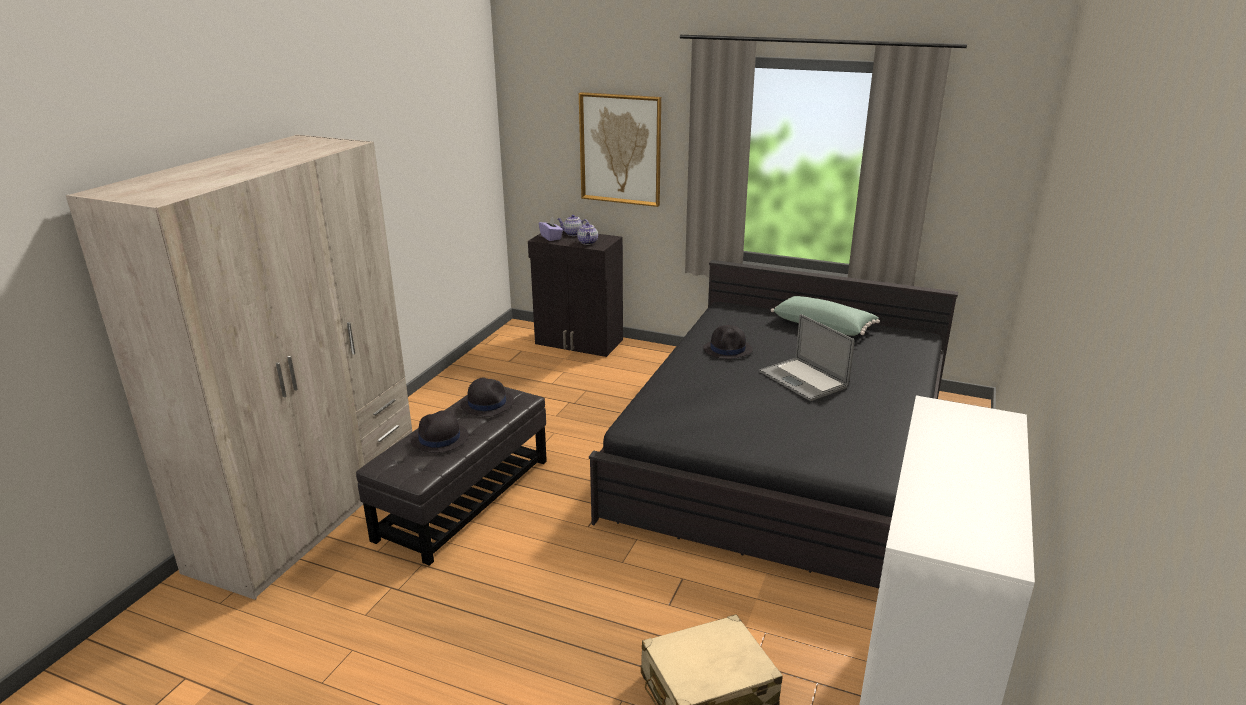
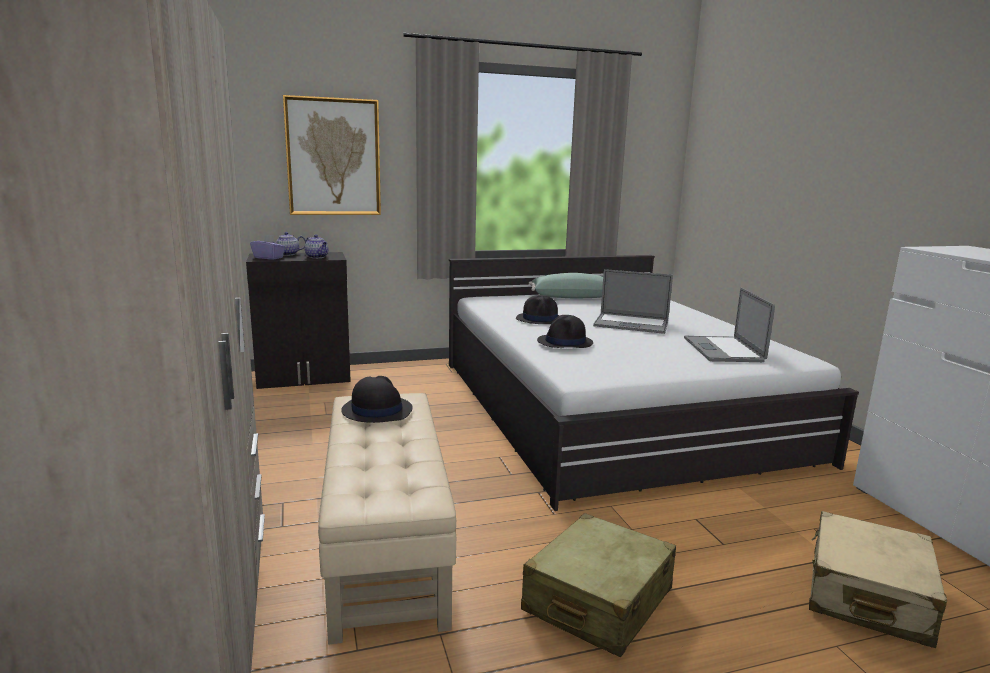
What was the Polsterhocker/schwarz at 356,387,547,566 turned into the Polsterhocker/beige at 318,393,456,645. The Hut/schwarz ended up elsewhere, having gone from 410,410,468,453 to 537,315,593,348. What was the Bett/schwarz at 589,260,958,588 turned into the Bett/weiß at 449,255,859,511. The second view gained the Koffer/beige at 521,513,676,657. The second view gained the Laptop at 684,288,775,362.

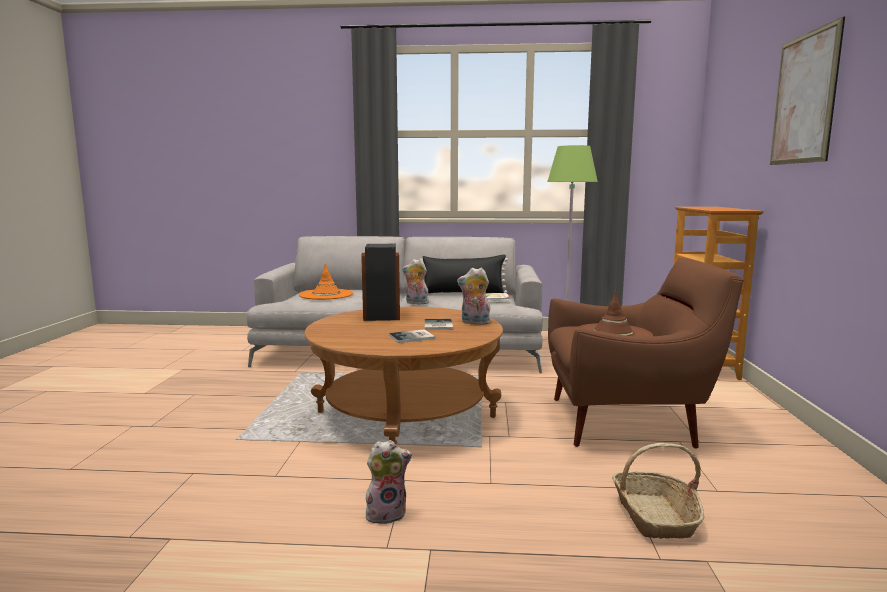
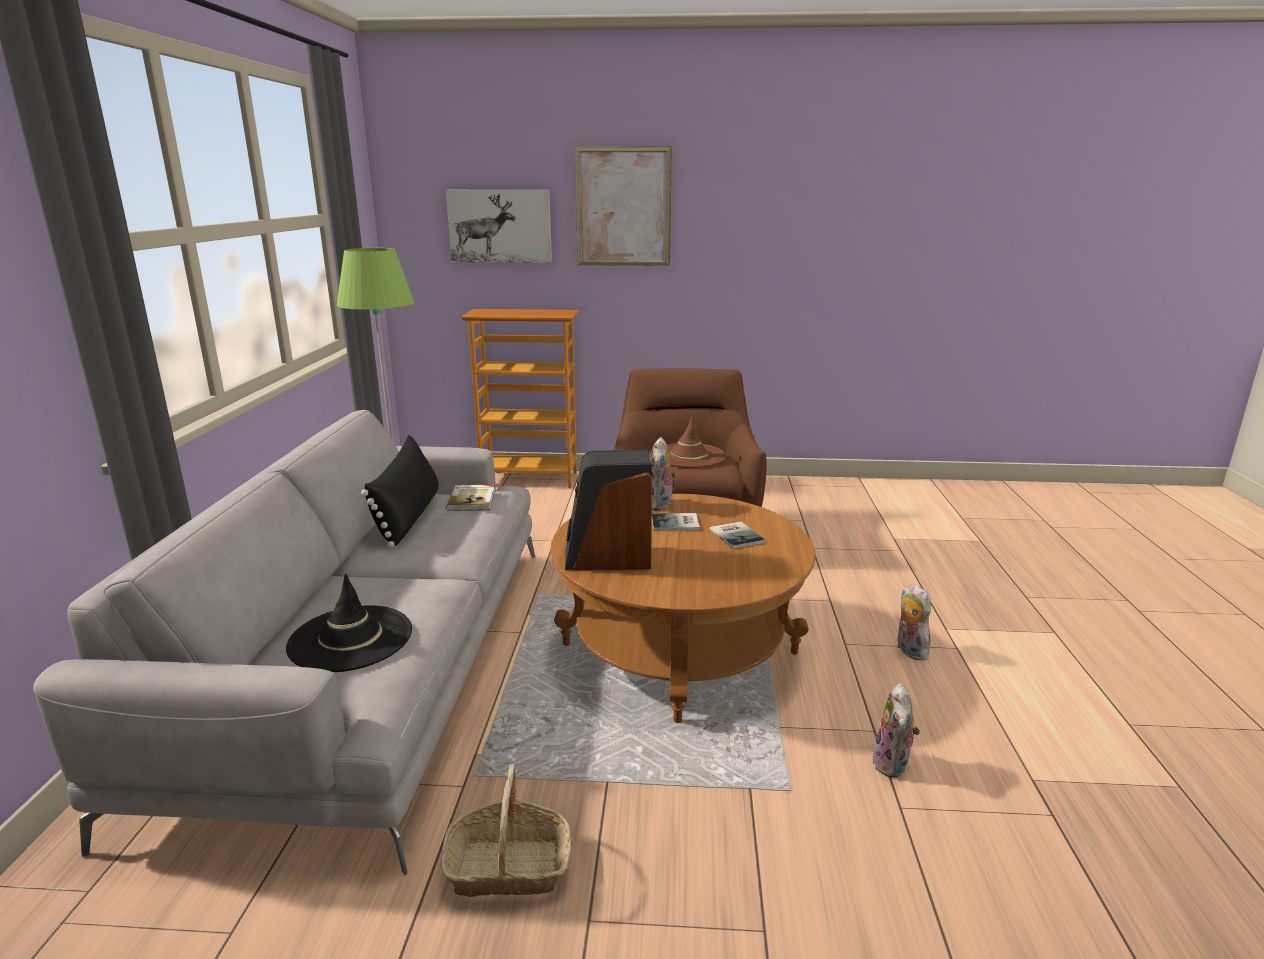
What was the Hut/orange at 299,263,353,300 turned into the Hut/schwarz at 286,573,412,672. The Plüschtier ended up elsewhere, having gone from 402,259,429,304 to 872,683,920,778. The Korb ended up elsewhere, having gone from 612,443,704,539 to 441,764,572,897. The second view gained the Bild at 446,190,552,263.

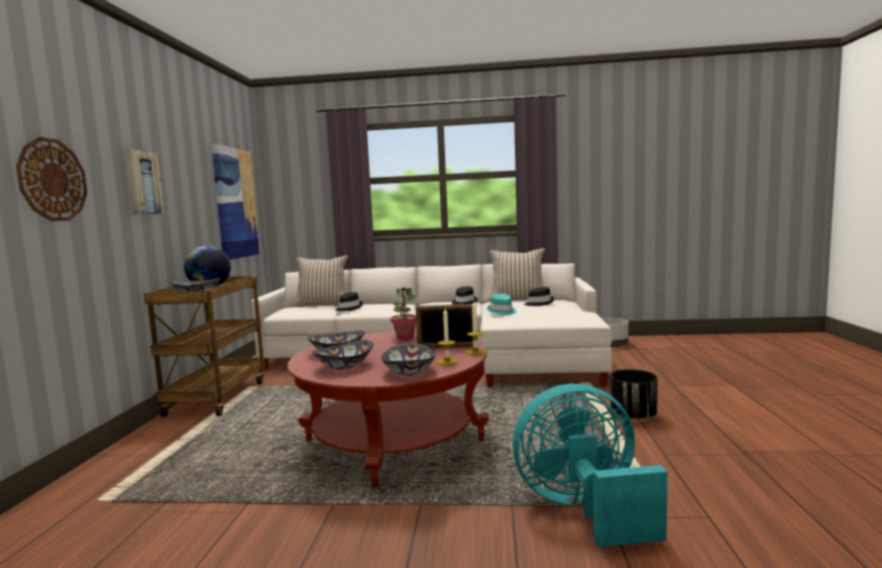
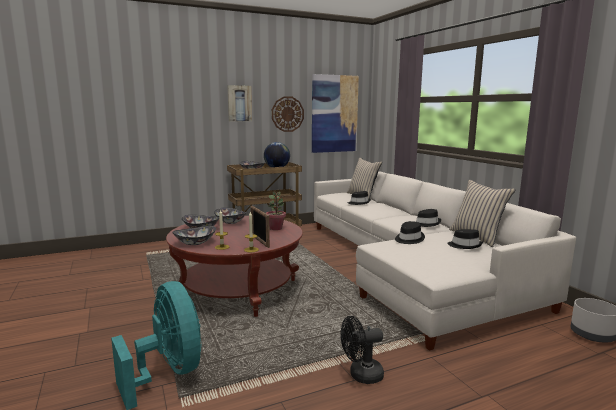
The Wanduhr ended up elsewhere, having gone from 16,137,87,221 to 272,96,304,132. What was the Hut/türkis at 487,293,517,315 turned into the Hut/schwarz at 395,221,425,244. Where the Pflanzkübel/schwarz stood at 611,369,658,420, the Ventilator/schwarz came to stand at 340,316,384,384.

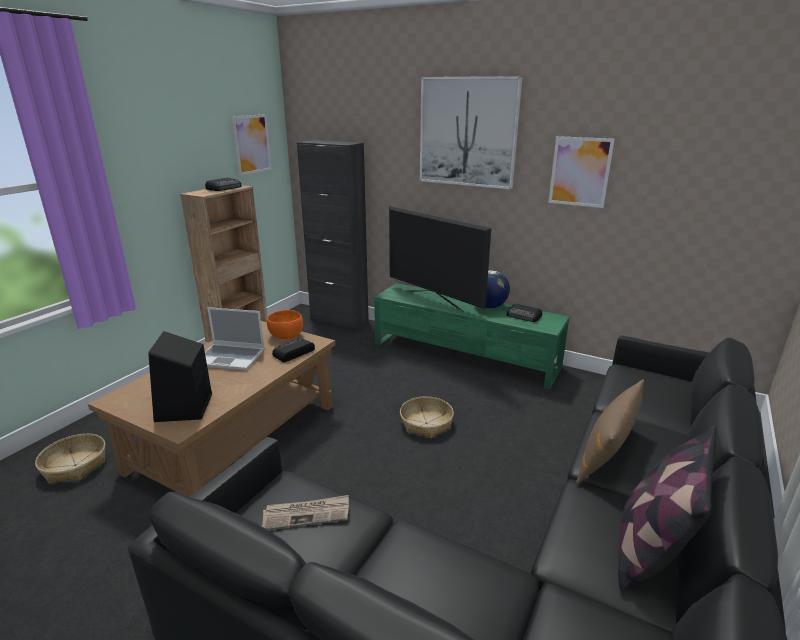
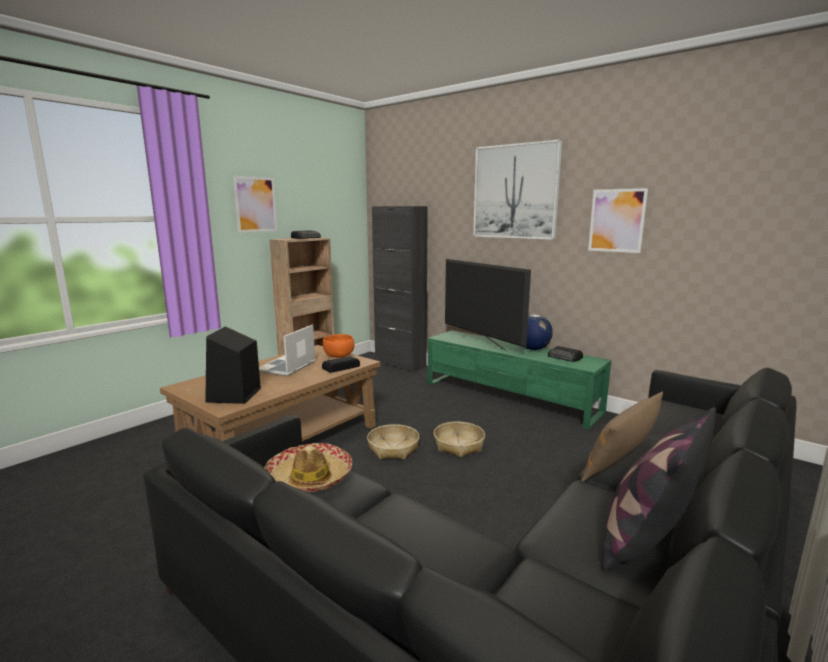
The Korb ended up elsewhere, having gone from 35,434,105,483 to 367,424,419,459. The Laptop at 205,307,265,371 ended up facing another way, 90 degrees clockwise from before. The Bild ended up elsewhere, having gone from 232,114,272,175 to 233,176,277,232. Where the Zeitung stood at 262,495,349,530, the Hut came to stand at 264,443,352,492.

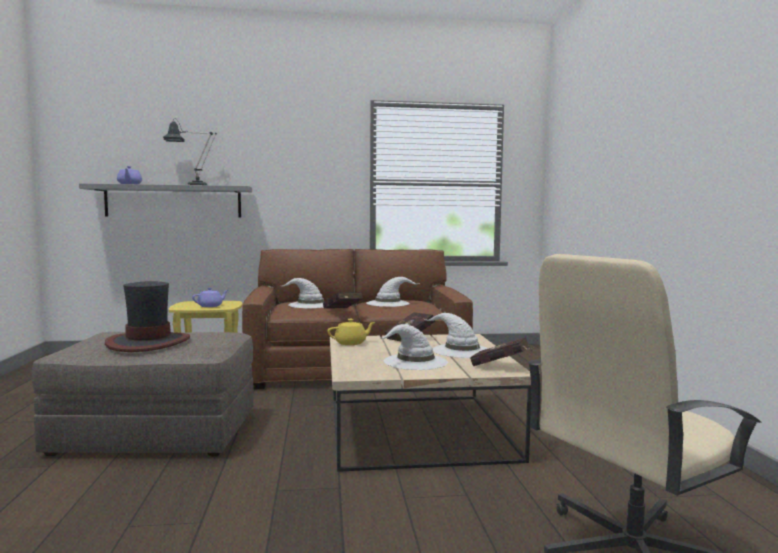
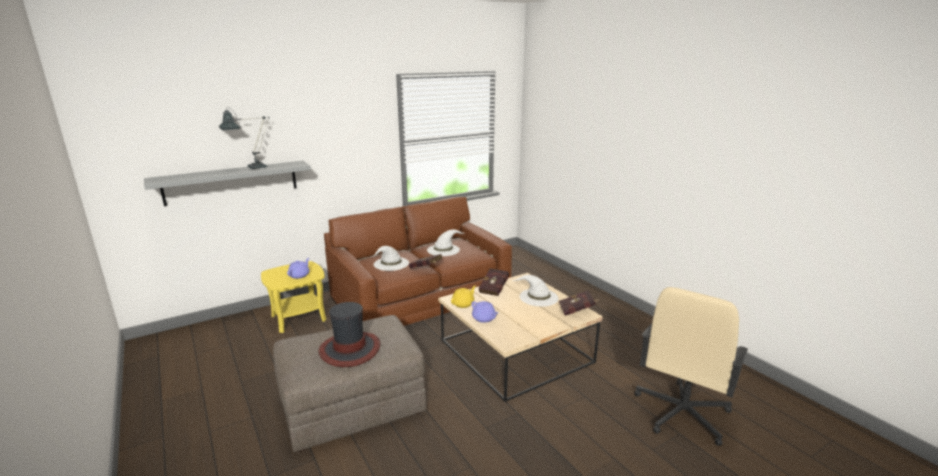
The Teekanne/lila ended up elsewhere, having gone from 117,166,142,184 to 471,301,498,323. The second view lost the Hut/weiß at 379,324,448,370.

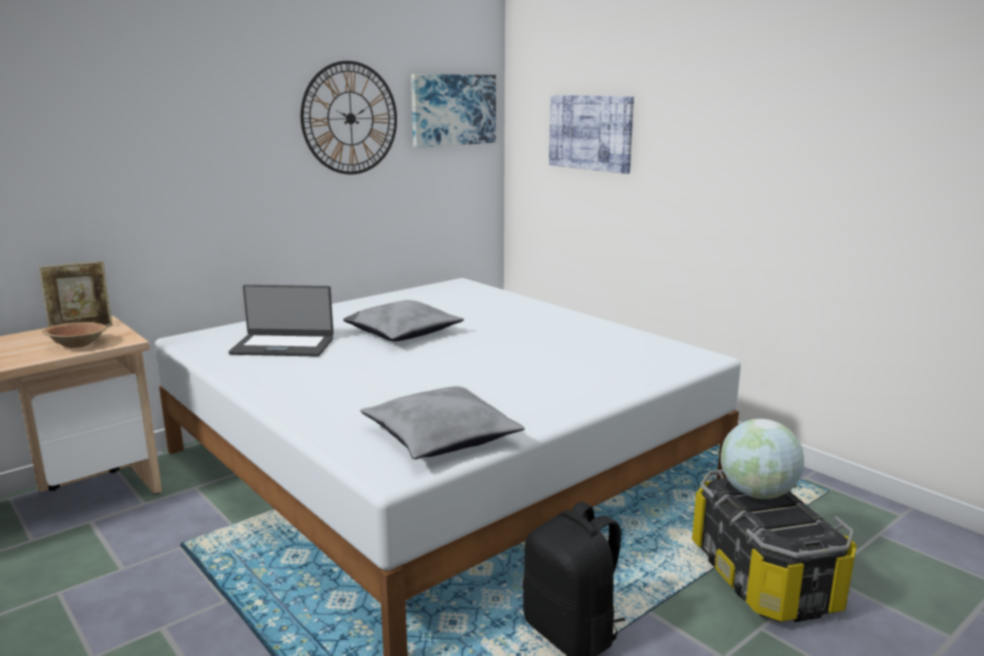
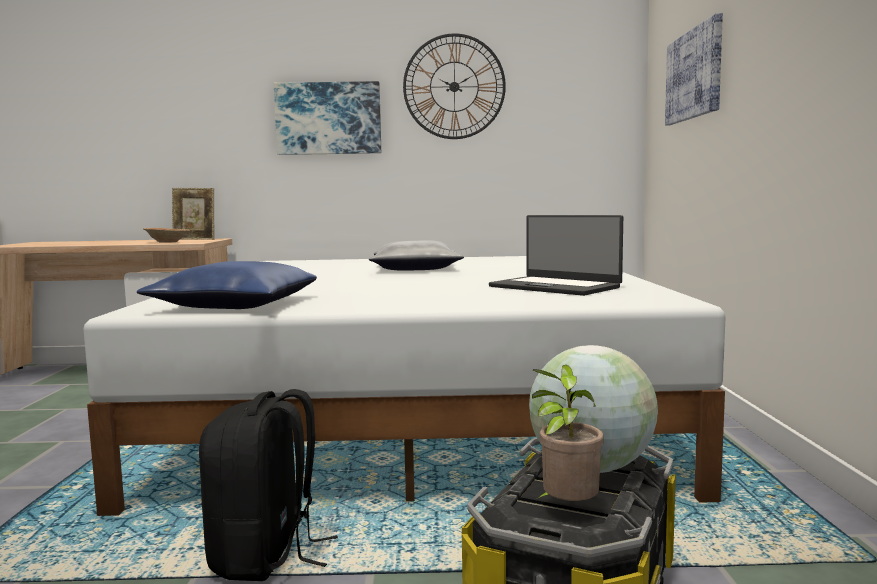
The Laptop ended up elsewhere, having gone from 229,285,334,357 to 489,215,623,296. What was the Kissen/grau at 360,386,525,459 turned into the Kissen/blau at 136,261,317,309. The Bild ended up elsewhere, having gone from 411,74,496,148 to 274,81,381,155. The second view gained the Topfpflanze at 532,365,604,501.

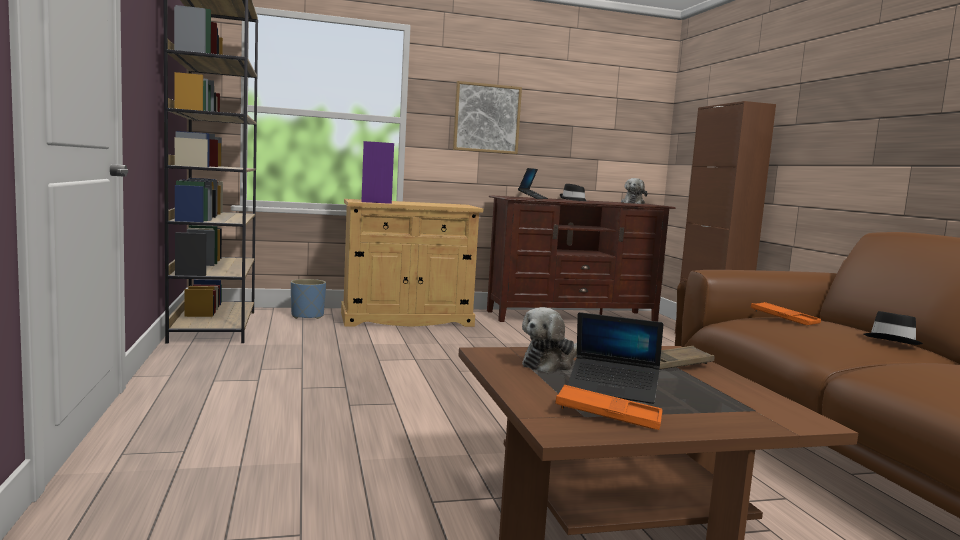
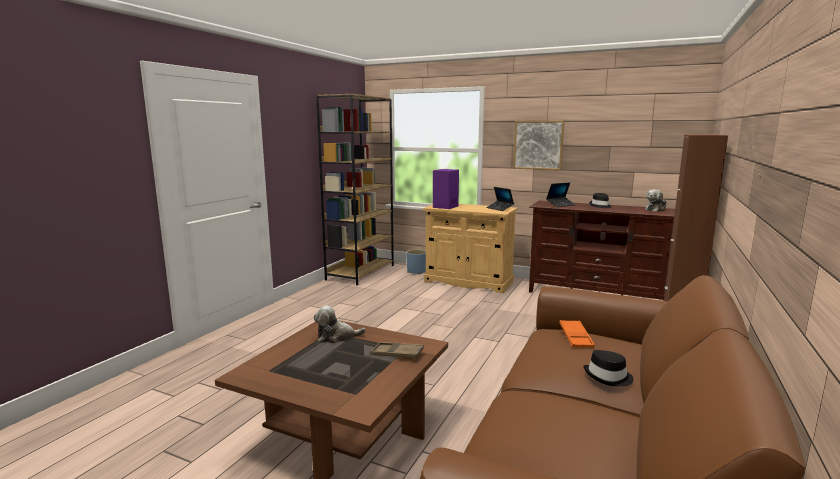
The second view lost the Tablett/orange at 555,385,663,430. The Laptop ended up elsewhere, having gone from 568,312,663,404 to 486,187,514,211.

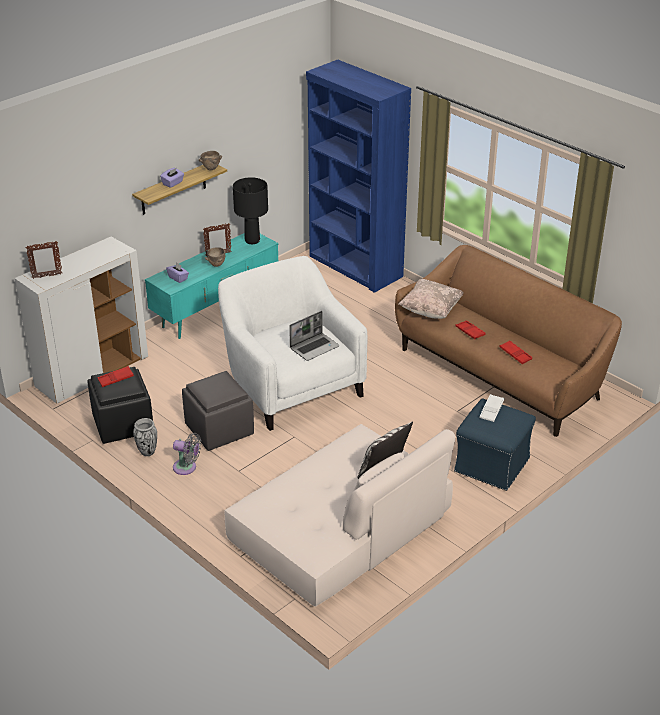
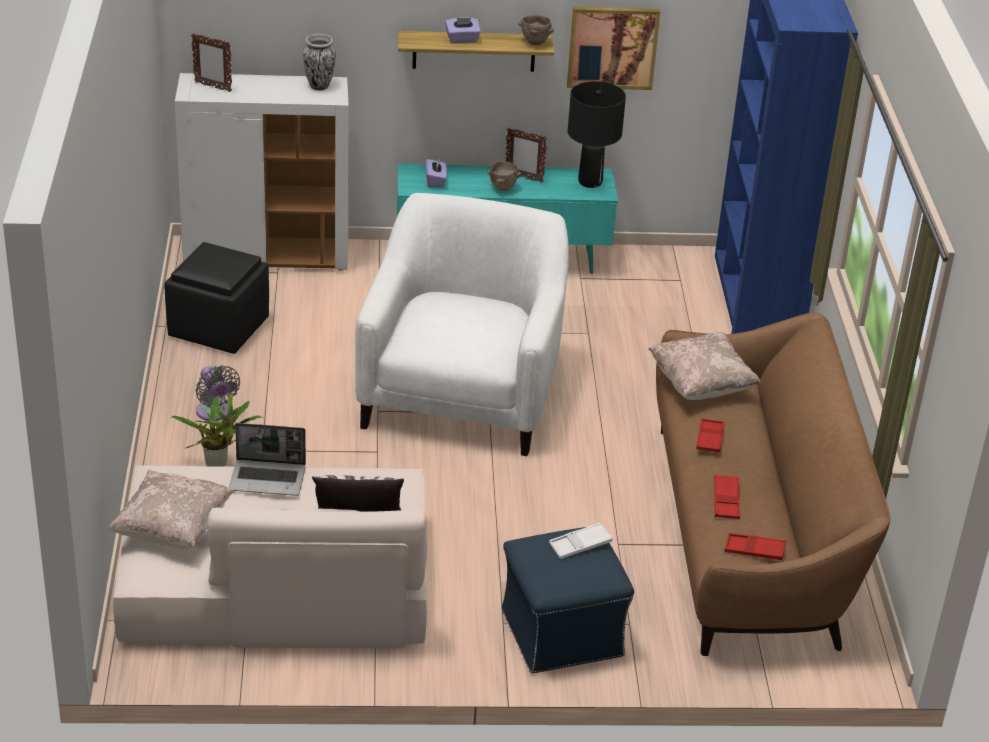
The Tablett/rot ended up elsewhere, having gone from 97,366,134,387 to 724,533,786,560. The Vase ended up elsewhere, having gone from 133,418,157,456 to 303,34,336,91. The second view lost the Polsterhocker/grau at 182,371,254,451. The Laptop ended up elsewhere, having gone from 289,311,339,361 to 229,423,306,496. The second view gained the Kissen/beige at 108,469,234,549. The second view gained the Topfpflanze at 171,394,264,467. The second view gained the Bild at 567,7,660,90.

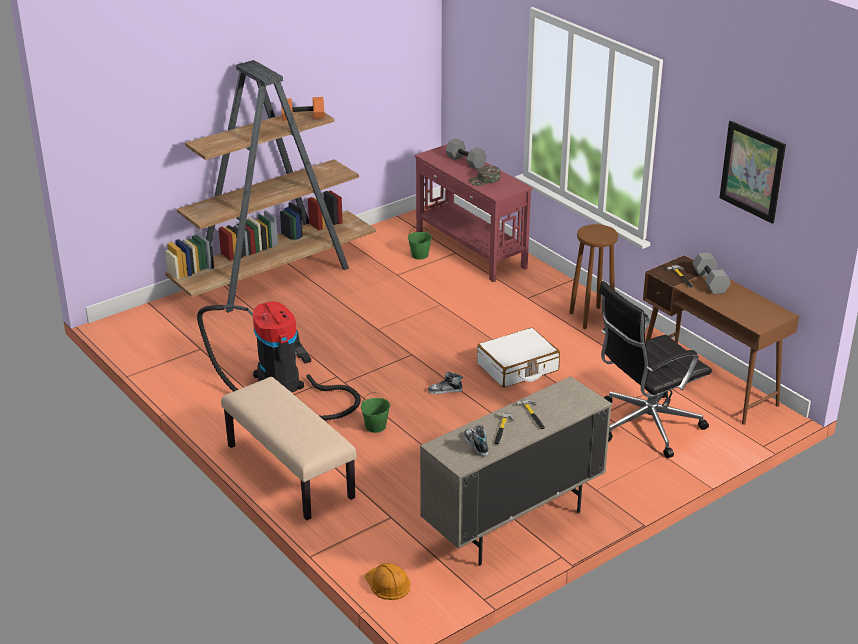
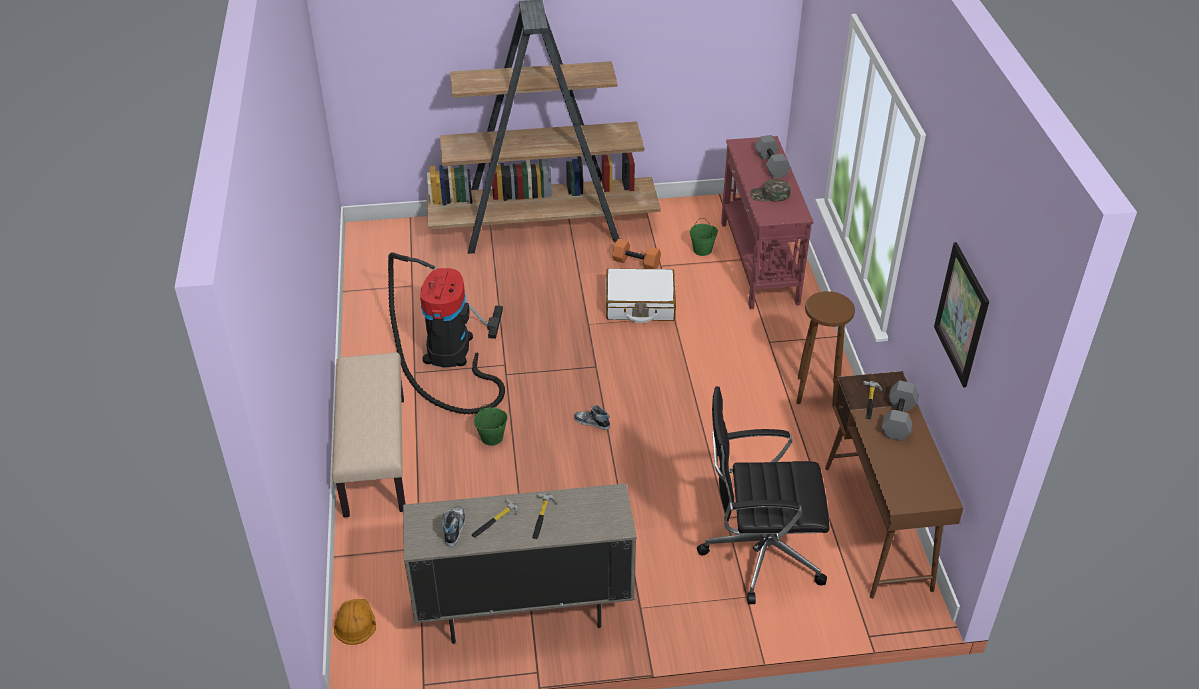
The Hantel/orange ended up elsewhere, having gone from 281,97,324,121 to 612,239,661,269. The Koffer/weiß ended up elsewhere, having gone from 477,328,560,388 to 606,268,676,323.

